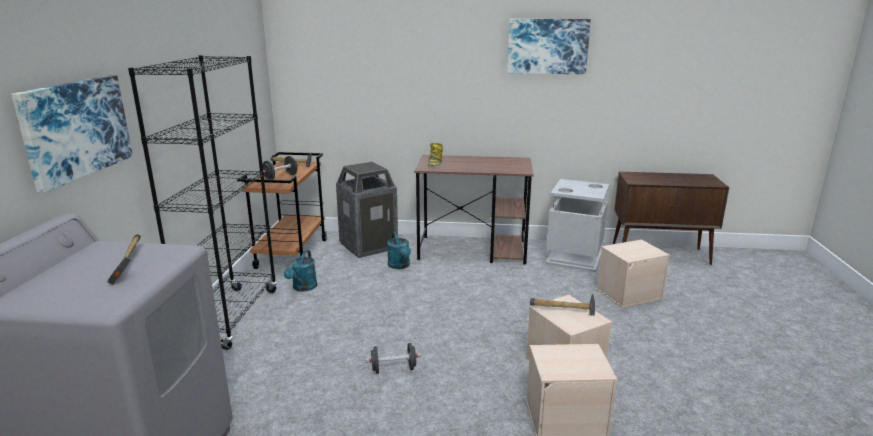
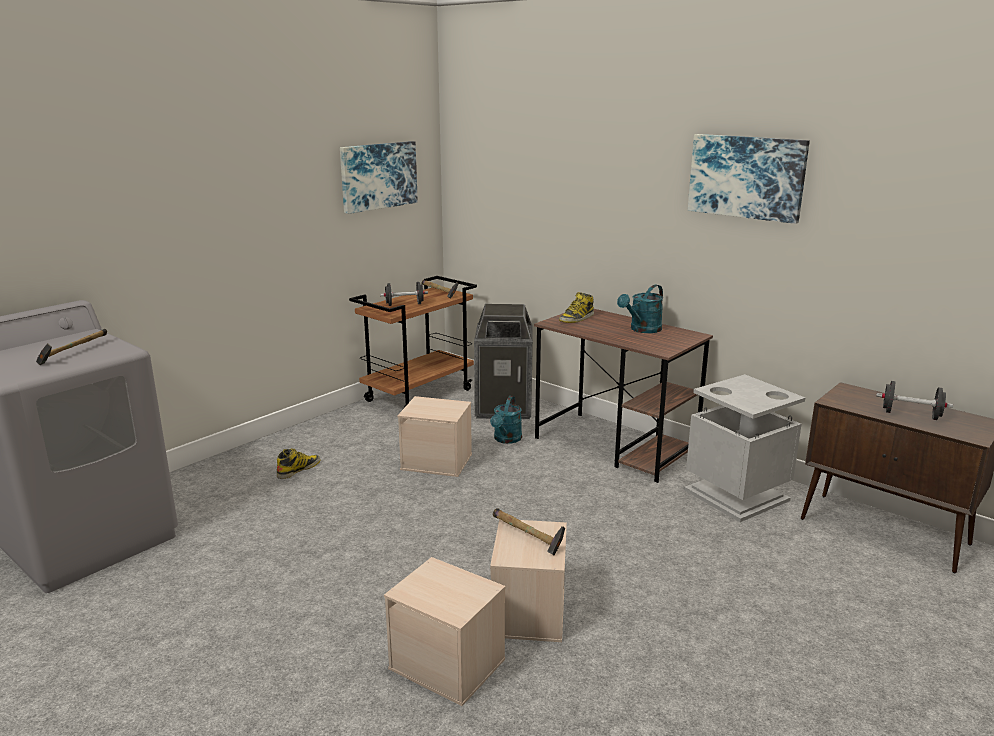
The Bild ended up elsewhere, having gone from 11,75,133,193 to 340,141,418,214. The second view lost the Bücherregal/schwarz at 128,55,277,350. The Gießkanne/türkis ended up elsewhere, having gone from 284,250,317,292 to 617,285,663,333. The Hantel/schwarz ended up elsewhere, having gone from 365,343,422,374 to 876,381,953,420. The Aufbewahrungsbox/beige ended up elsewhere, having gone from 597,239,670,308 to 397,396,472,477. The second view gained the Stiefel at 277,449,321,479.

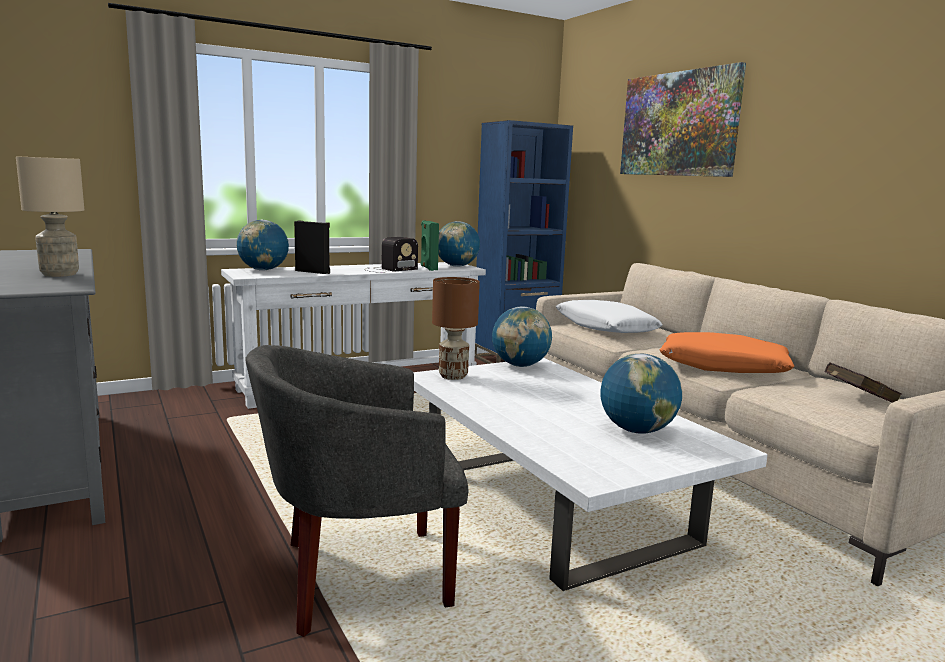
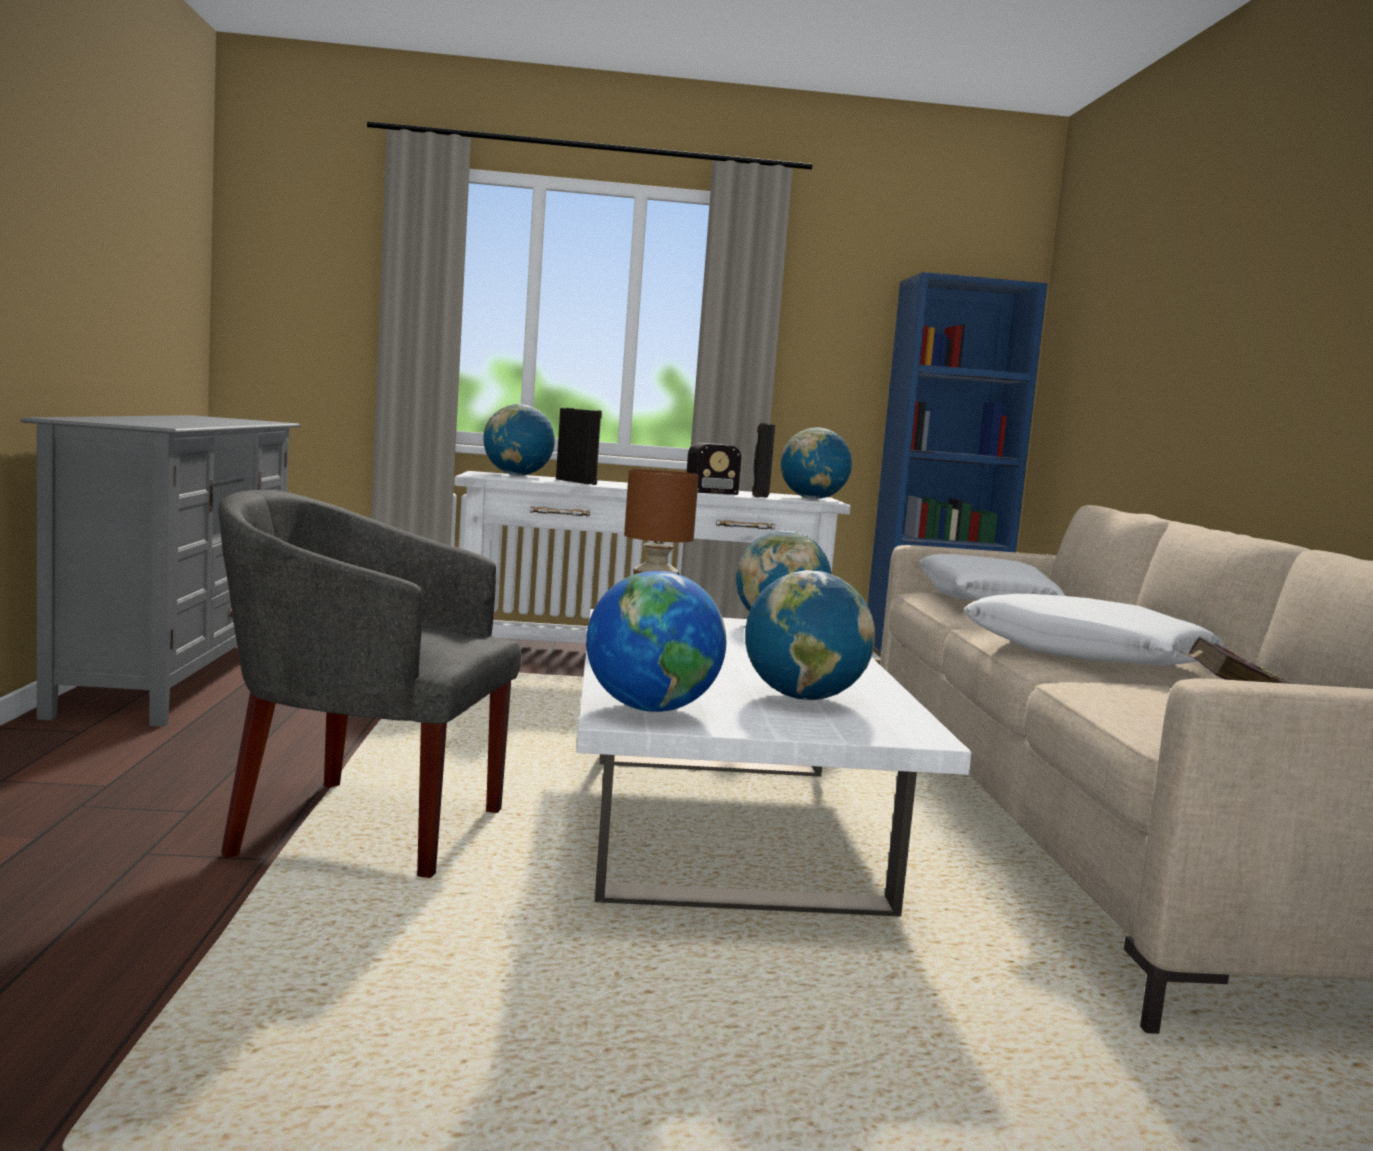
The second view lost the Tischlampe/beige at 16,156,84,277. What was the Lautsprecher/grün at 421,221,439,271 turned into the Lautsprecher/schwarz at 752,423,775,498. The second view lost the Bild at 620,62,746,177. What was the Kissen/orange at 660,332,794,373 turned into the Kissen/weiß at 964,594,1225,666. The second view gained the Globus at 586,571,726,712.

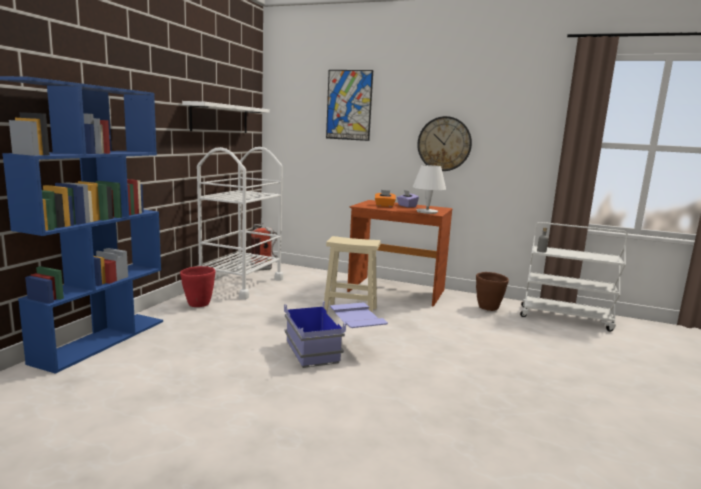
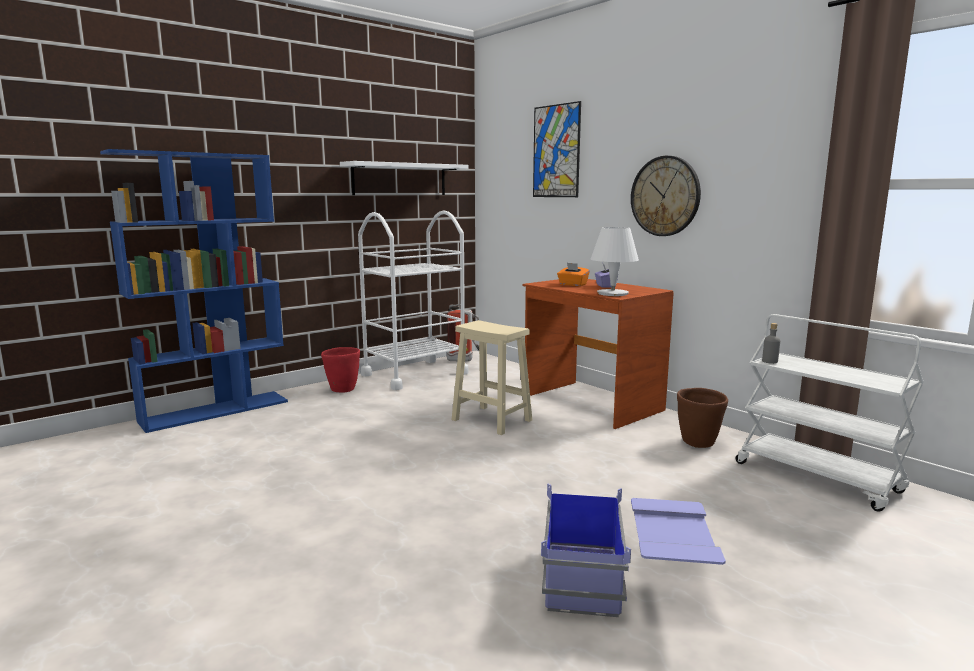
The Aufbewahrungsbox/blau ended up elsewhere, having gone from 284,301,388,368 to 541,484,726,617.

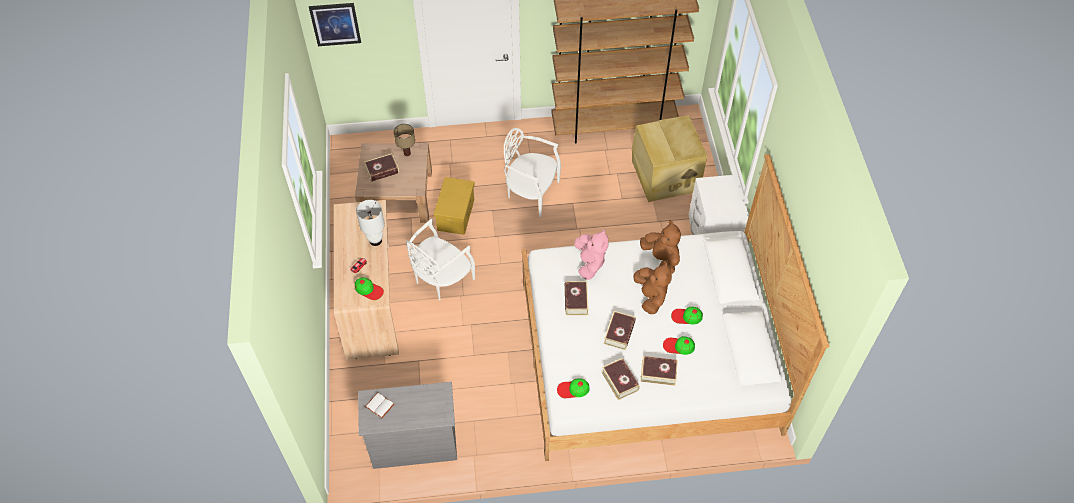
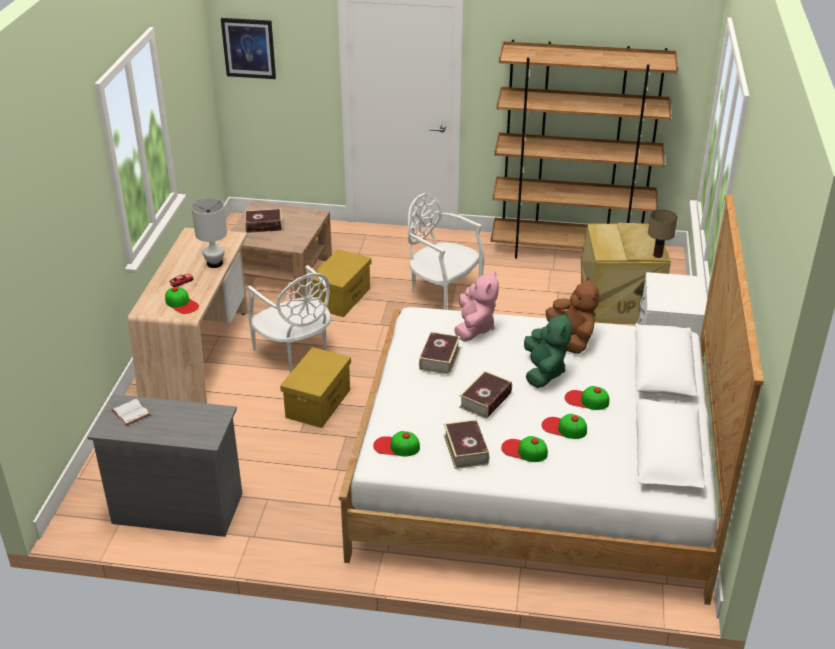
The Tischlampe ended up elsewhere, having gone from 394,124,415,156 to 648,210,677,258. The Stuhl/weiß at 406,219,475,301 ended up facing another way, 90 degrees counterclockwise from before. What was the Plüschtier/braun at 633,261,672,314 turned into the Plüschtier/grün at 524,312,572,388. Where the Buch stood at 640,356,678,386, the Kappe came to stand at 501,436,548,462. The second view gained the Aufbewahrungsbox/gelb at 280,347,351,428.

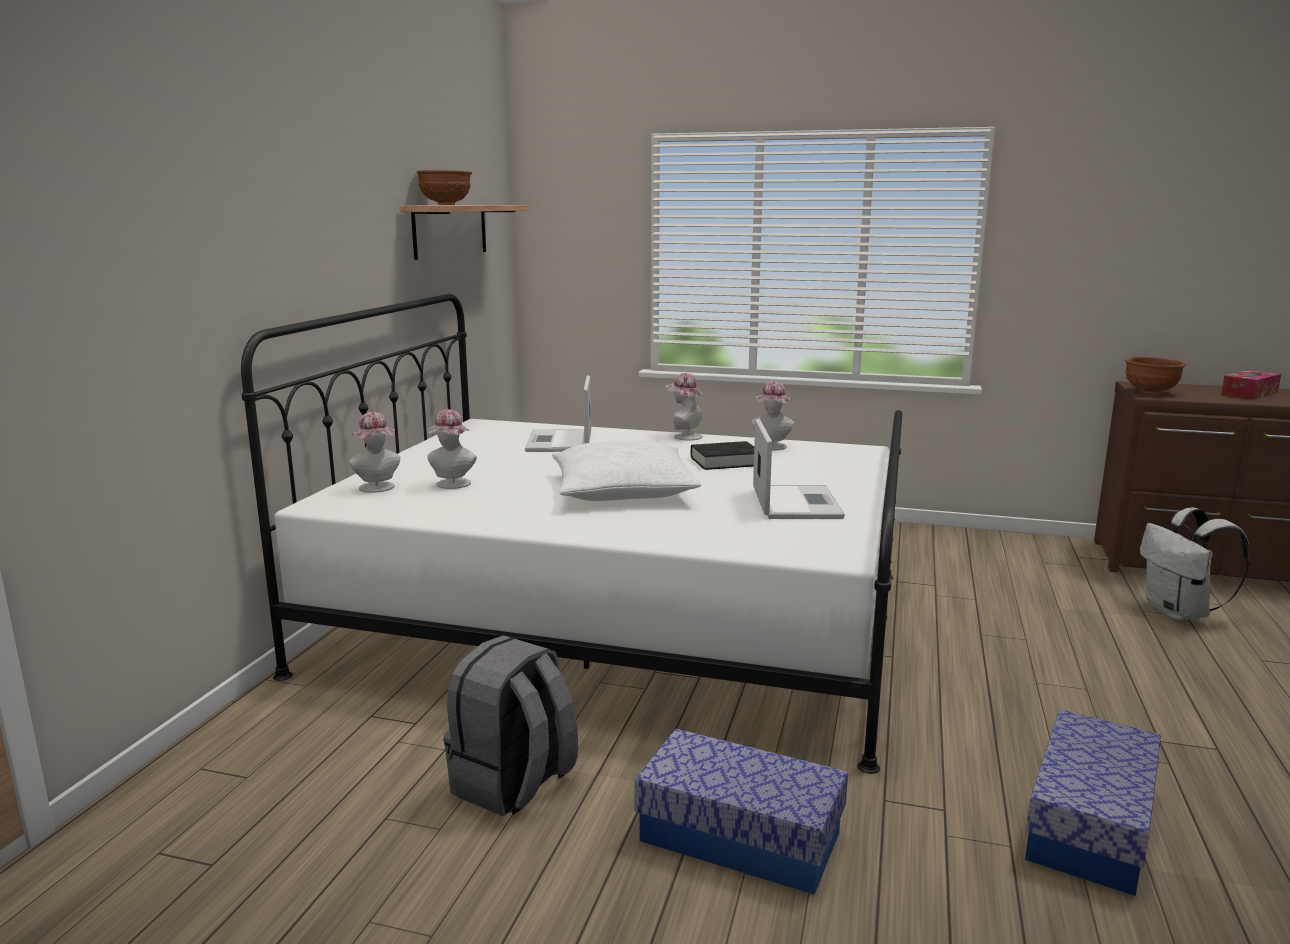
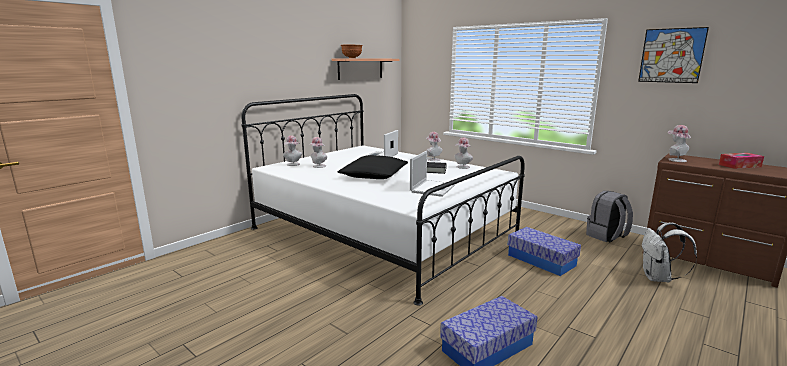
The Rucksack/grau ended up elsewhere, having gone from 443,636,578,816 to 586,191,633,242. What was the Kissen/weiß at 552,440,701,501 turned into the Kissen/schwarz at 338,155,408,179. The Aufbewahrungsbox ended up elsewhere, having gone from 634,728,848,895 to 508,227,581,276. Where the Schüssel/braun stood at 1125,357,1186,394, the Hut came to stand at 668,125,691,162. The second view gained the Bild at 638,27,709,83.

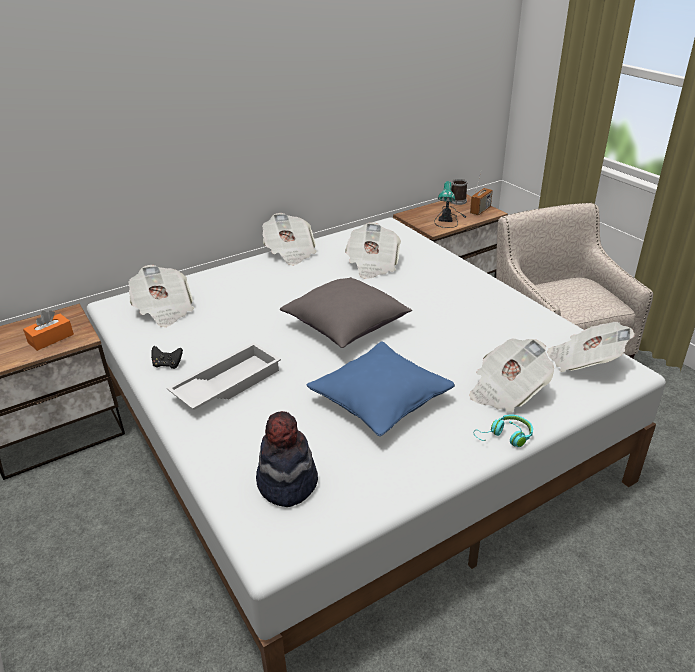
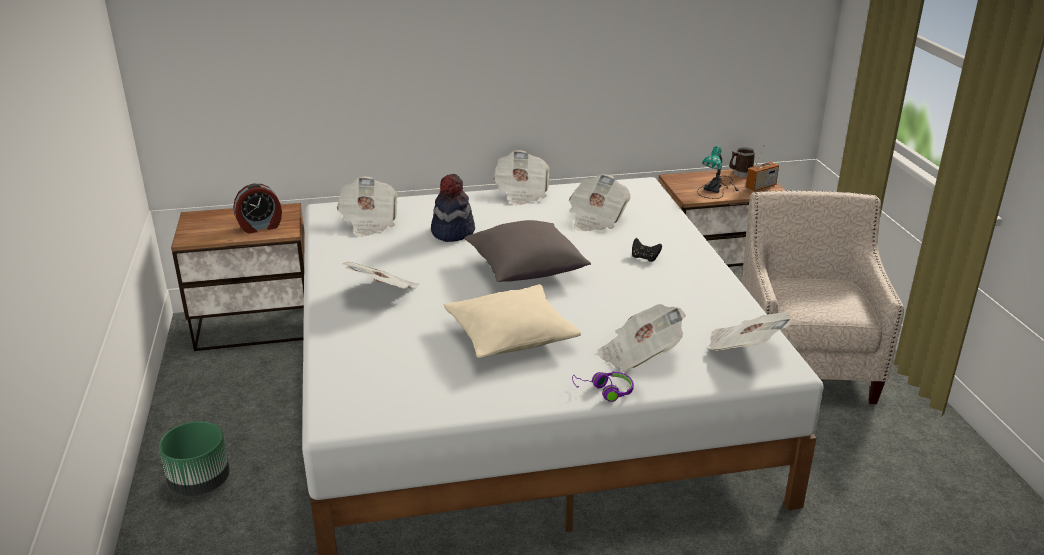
Where the Taschentuchbox/orange stood at 23,310,74,351, the Wecker came to stand at 233,184,282,234. The Gamepad/schwarz ended up elsewhere, having gone from 151,346,183,369 to 632,238,662,262. Where the Tablett/weiß stood at 167,342,281,410, the Zeitung came to stand at 343,262,420,288. The Hut ended up elsewhere, having gone from 256,411,318,507 to 431,174,475,242. What was the Kissen/blau at 307,341,455,436 turned into the Kissen/beige at 444,284,581,358. What was the Kopfhörer/türkis at 473,415,533,447 turned into the Kopfhörer/lila at 572,372,634,402. The second view gained the Pflanzkübel/grün at 159,421,230,496.

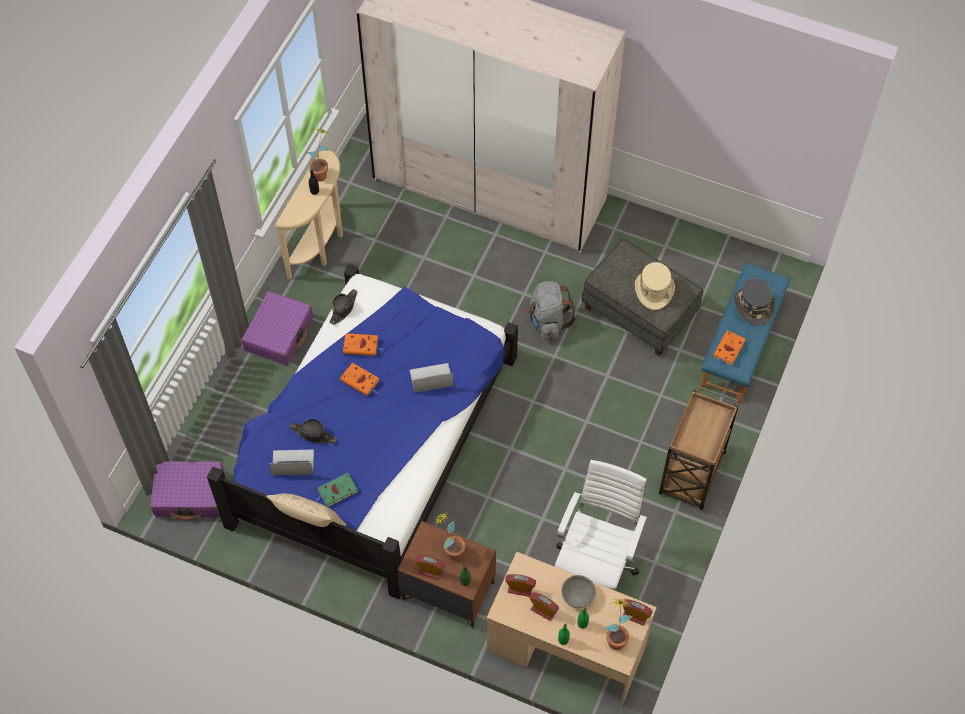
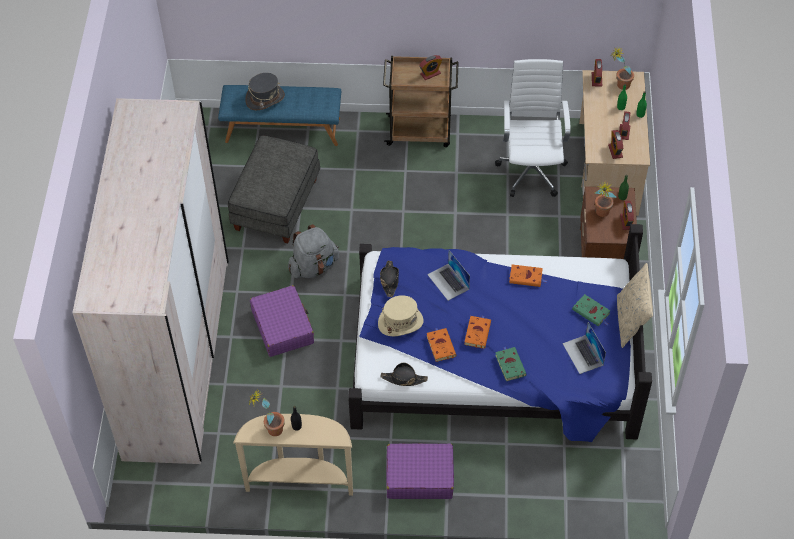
The Koffer/lila ended up elsewhere, having gone from 150,461,225,521 to 250,285,314,357. The Hut/schwarz ended up elsewhere, having gone from 290,419,337,443 to 380,261,399,297. The Bürostuhl/weiß at 555,460,647,589 ended up facing another way, 90 degrees clockwise from before. The second view lost the Schüssel/grau at 562,575,596,608. The Hut/beige ended up elsewhere, having gone from 635,262,675,310 to 378,295,423,336. The Buch/orange ended up elsewhere, having gone from 713,330,746,366 to 509,265,548,287. The second view gained the Wecker at 419,55,442,80. The second view gained the Buch/grün at 495,347,527,381.

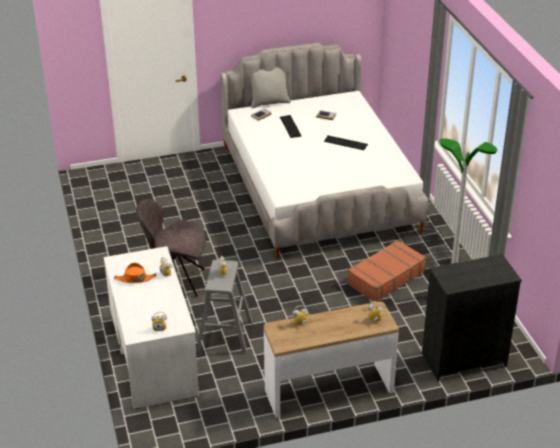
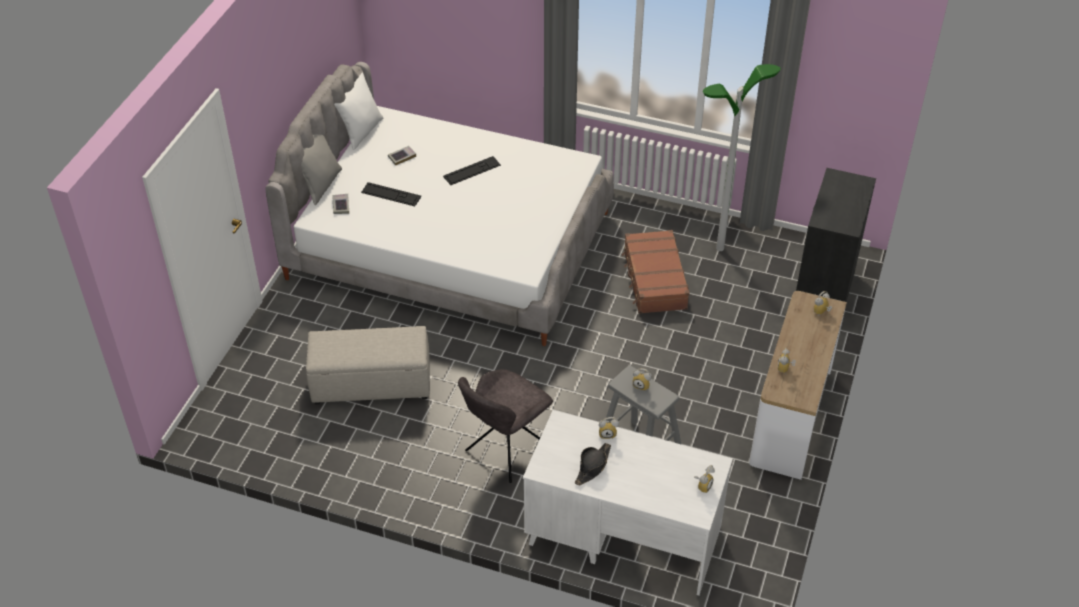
What was the Hut/orange at 114,263,156,283 turned into the Hut/schwarz at 575,443,611,485. The second view gained the Polsterhocker/beige at 306,326,430,404. The second view gained the Kissen/weiß at 334,73,383,150.

